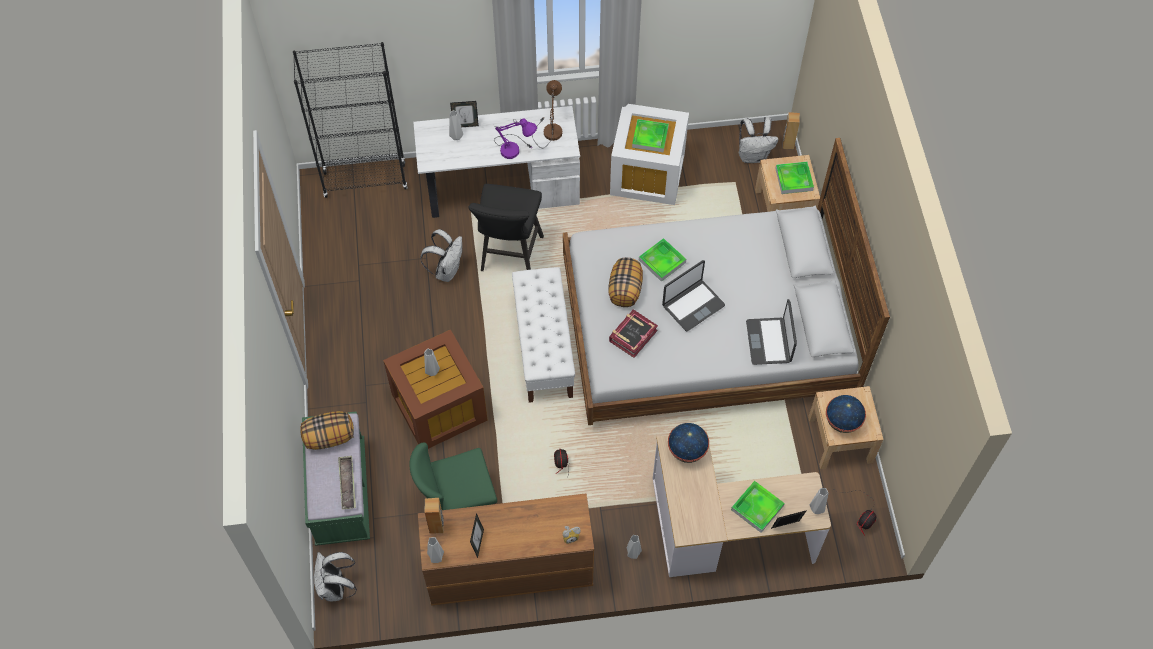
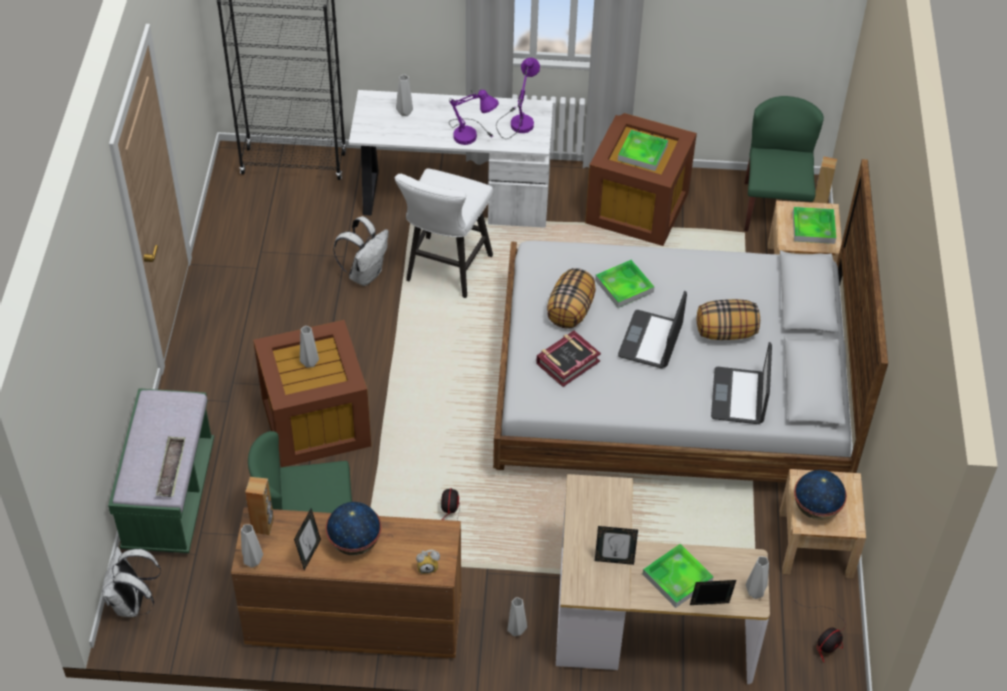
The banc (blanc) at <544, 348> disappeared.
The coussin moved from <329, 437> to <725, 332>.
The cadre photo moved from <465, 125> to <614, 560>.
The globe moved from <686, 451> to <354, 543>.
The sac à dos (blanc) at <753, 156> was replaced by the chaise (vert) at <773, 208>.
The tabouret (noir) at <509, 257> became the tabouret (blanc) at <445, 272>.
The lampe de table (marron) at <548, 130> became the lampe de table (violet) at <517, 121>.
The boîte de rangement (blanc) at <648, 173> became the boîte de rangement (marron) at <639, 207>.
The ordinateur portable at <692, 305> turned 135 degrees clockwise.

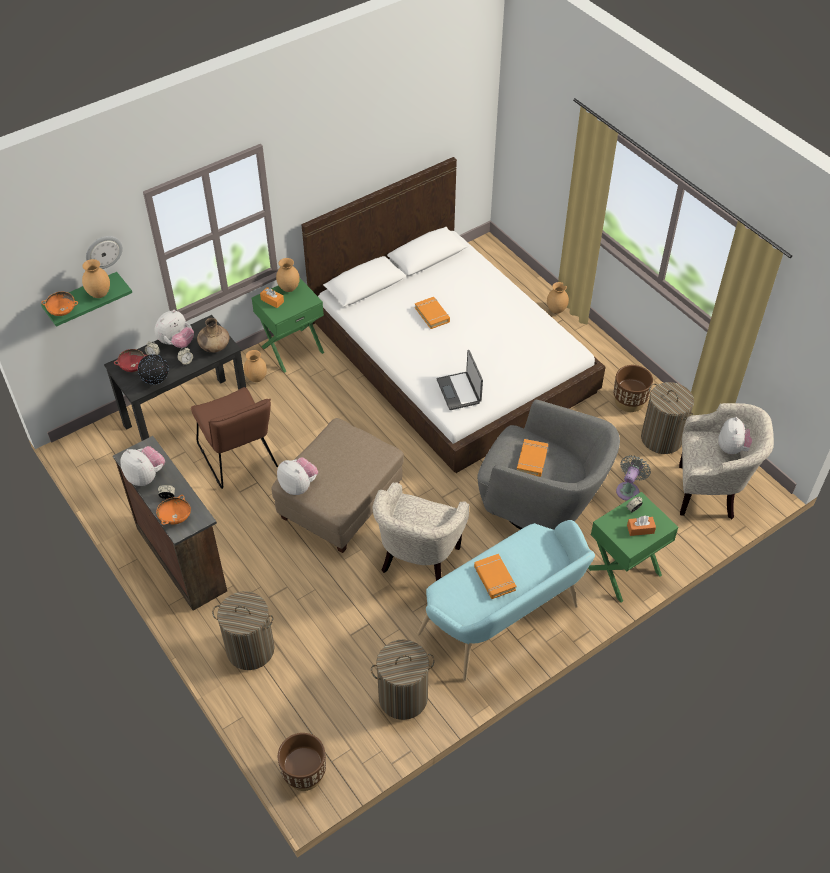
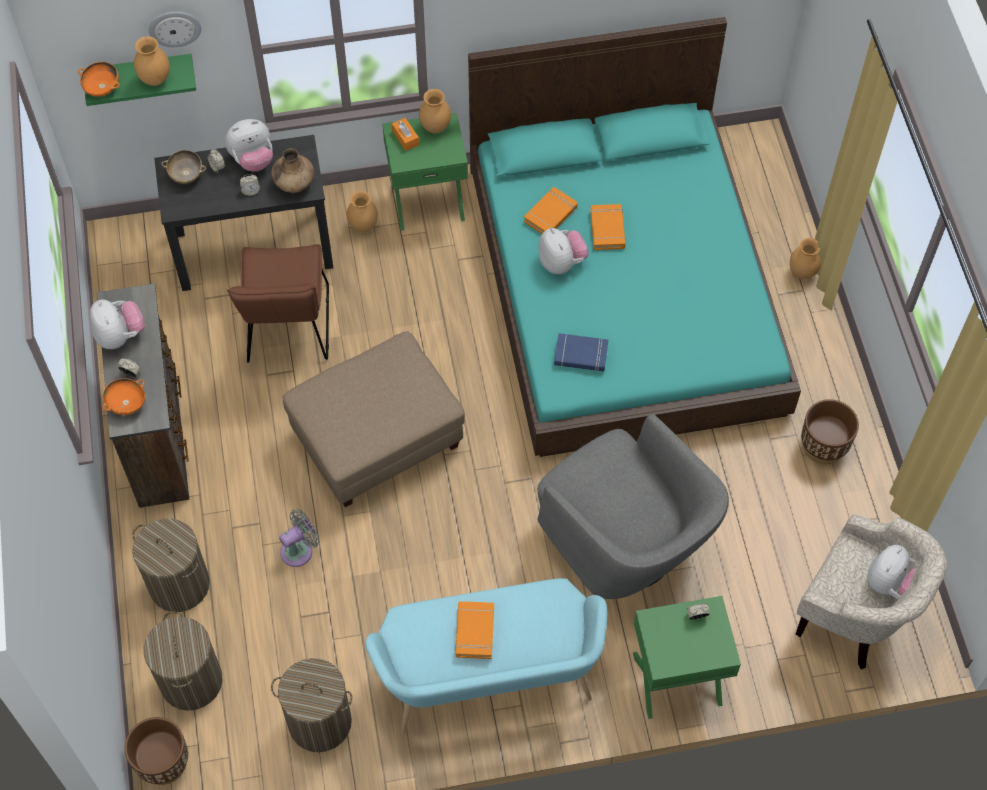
The globe at <156, 382> disappeared.
The fauteuil (beige) at <418, 562> disappeared.
The boîte à mouchoirs (orange) at <640, 529> disappeared.
The peluche moved from <298, 486> to <561, 263>.
The livre (orange) moved from <532, 460> to <551, 215>.
The ventilateur (gris) moved from <628, 489> to <299, 550>.
The panier à linge moved from <661, 438> to <191, 680>.
The ordinateur portable at <459, 391> was replaced by the livre (bleu) at <581, 355>.
The bol (rouge) at <133, 367> became the bol (beige) at <186, 174>.
The lit (blanc) at <451, 355> became the lit (turquoise) at <624, 287>.

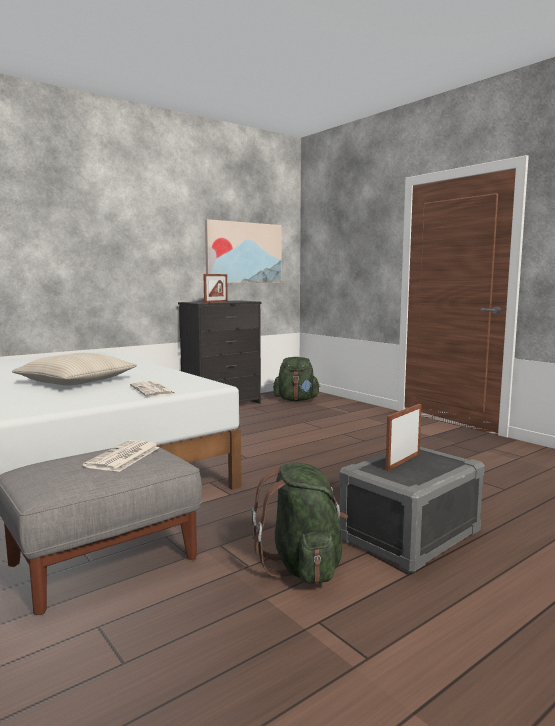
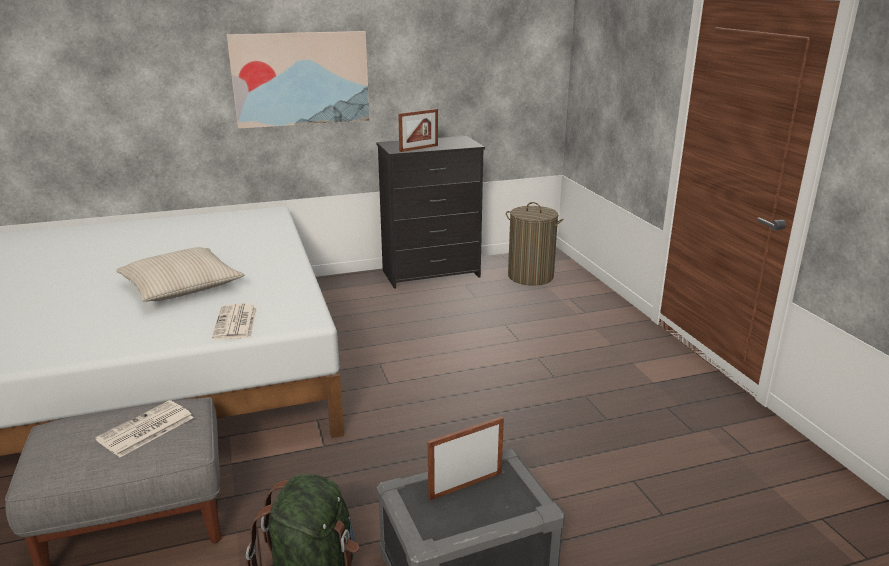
The tableau moved from <243, 252> to <301, 79>.
The sac à dos (vert) at <296, 400> was replaced by the panier à linge at <530, 276>.

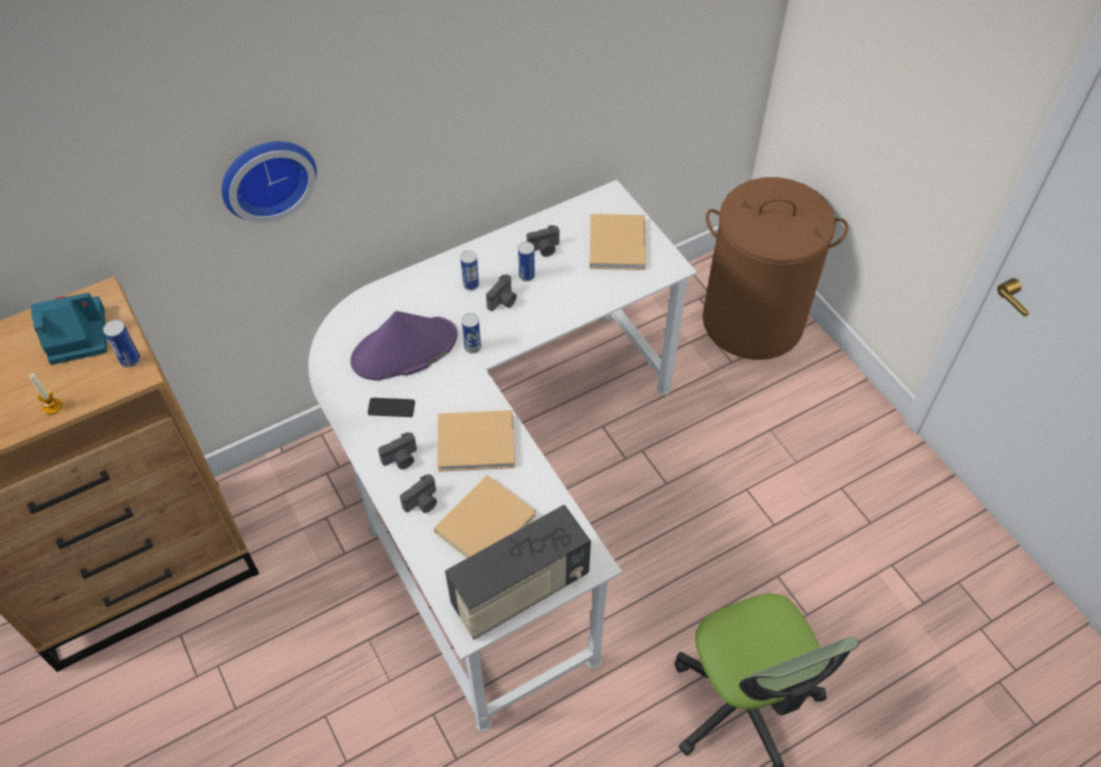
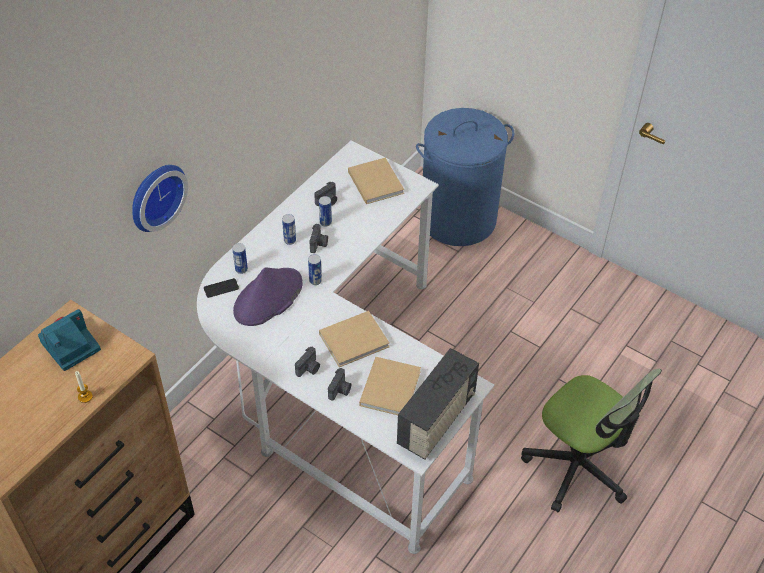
The boîte métallique moved from <130, 360> to <241, 269>.
The téléphone moved from <391, 408> to <221, 288>.
The panier à linge (marron) at <753, 320> became the panier à linge (bleu) at <458, 219>.

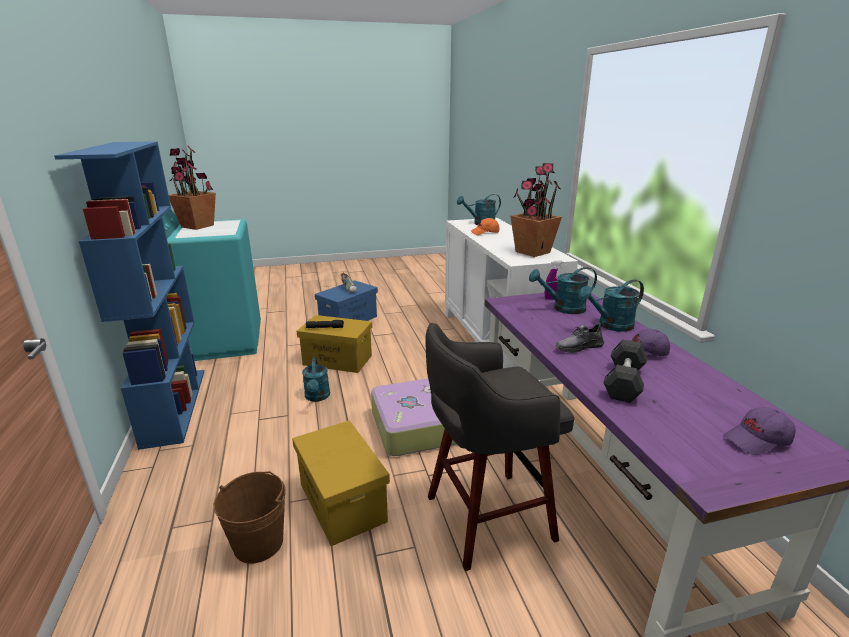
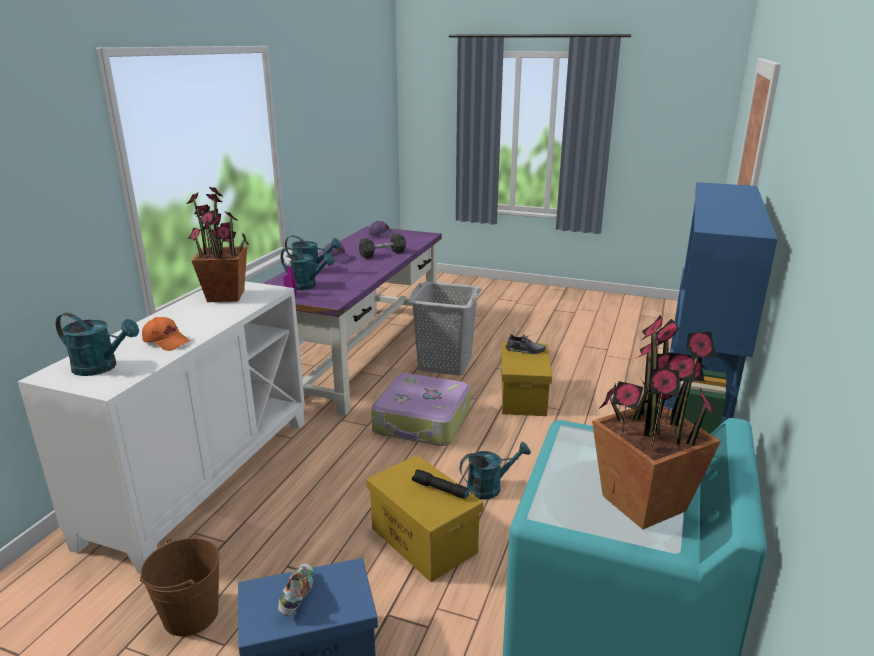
The seau (marron) moved from <258, 543> to <190, 615>.
The chaussure (gris) moved from <578, 347> to <525, 350>.
The tabouret (gris) at <485, 518> was replaced by the panier à linge (gris) at <445, 364>.
The arrosoir (turquoise) at <317, 397> turned 45 degrees clockwise.

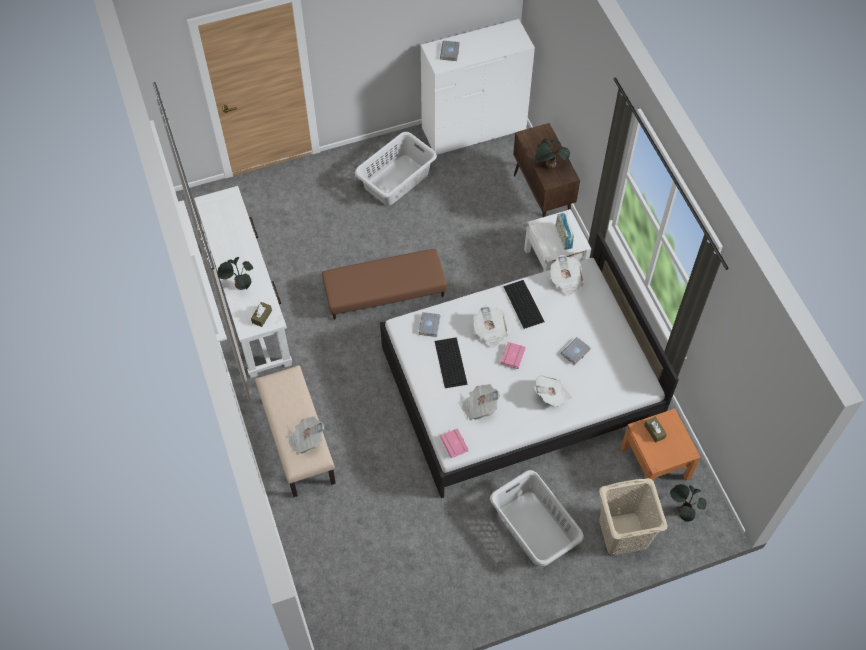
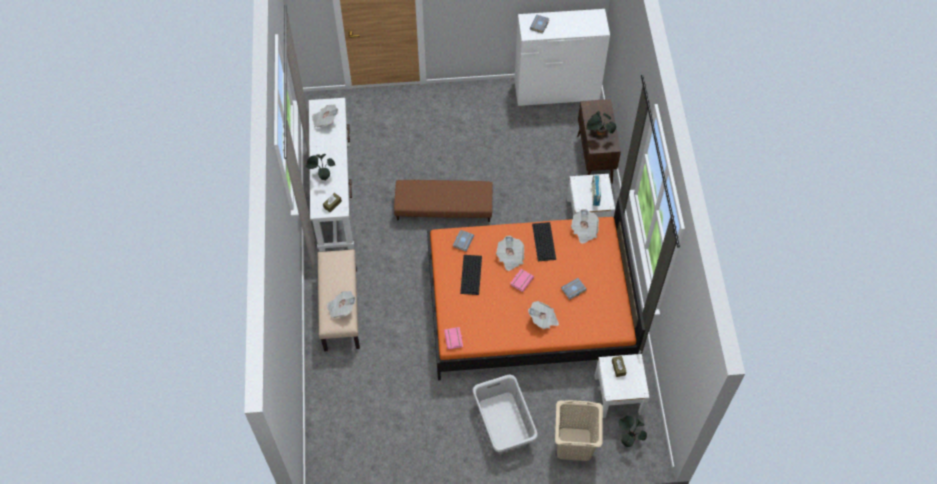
The panier à linge (gris) at <397, 180> disappeared.
The journal moved from <479, 407> to <325, 120>.
The lit (blanc) at <519, 384> became the lit (orange) at <528, 305>.
The table de chevet (orange) at <655, 463> became the table de chevet (blanc) at <618, 395>.

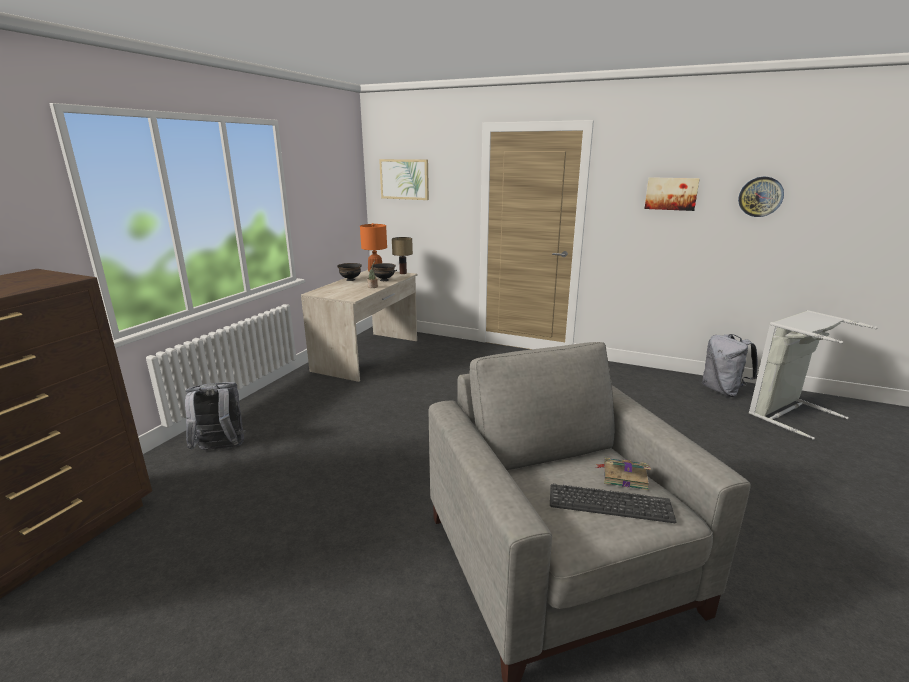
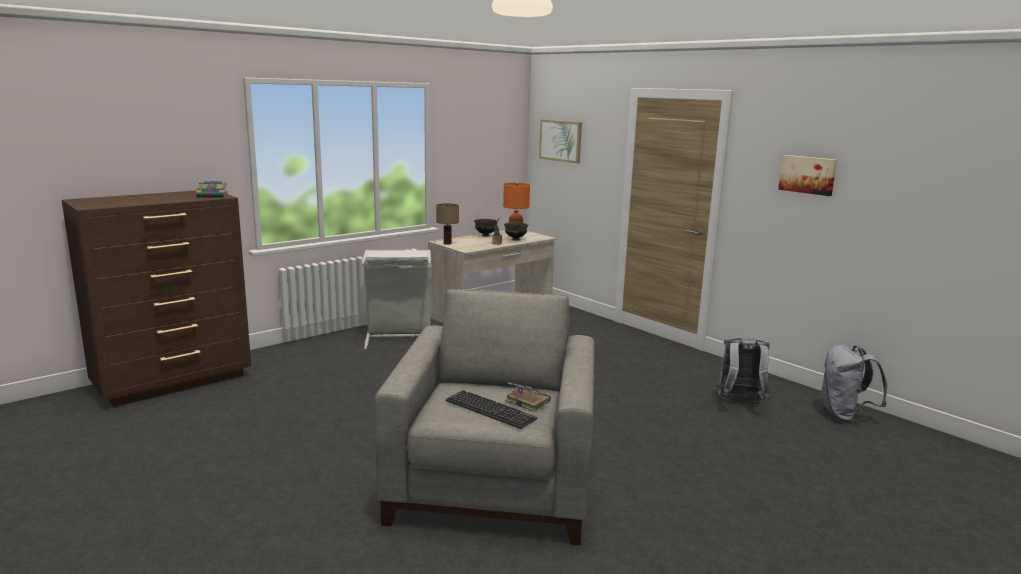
The horloge murale at <760, 196> disappeared.
The livre at <213, 196> appeared.
The sac à dos (gris) moved from <220, 449> to <739, 404>.
The lampe de table moved from <403, 273> to <448, 243>.
The panier à linge (gris) moved from <787, 413> to <399, 337>.

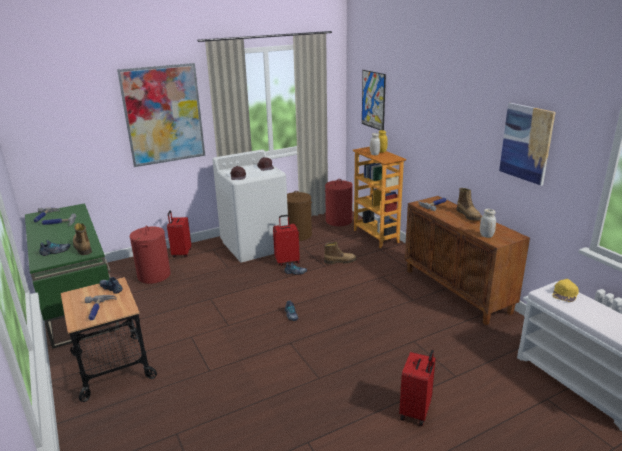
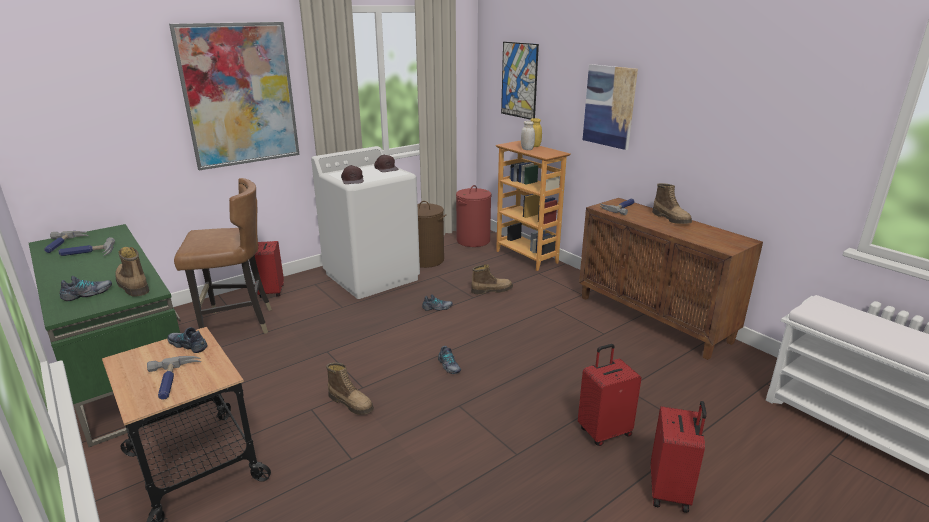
The bocal (blanc) at <486, 235> disappeared.
The casquette (jaune) at <565, 293> disappeared.
The botte at <351, 403> appeared.
The valise (rouge) moved from <287, 261> to <604, 431>.
The tableau moved from <526, 143> to <609, 106>.
The panier à linge (rouge) at <154, 275> was replaced by the chaise (marron) at <236, 324>.

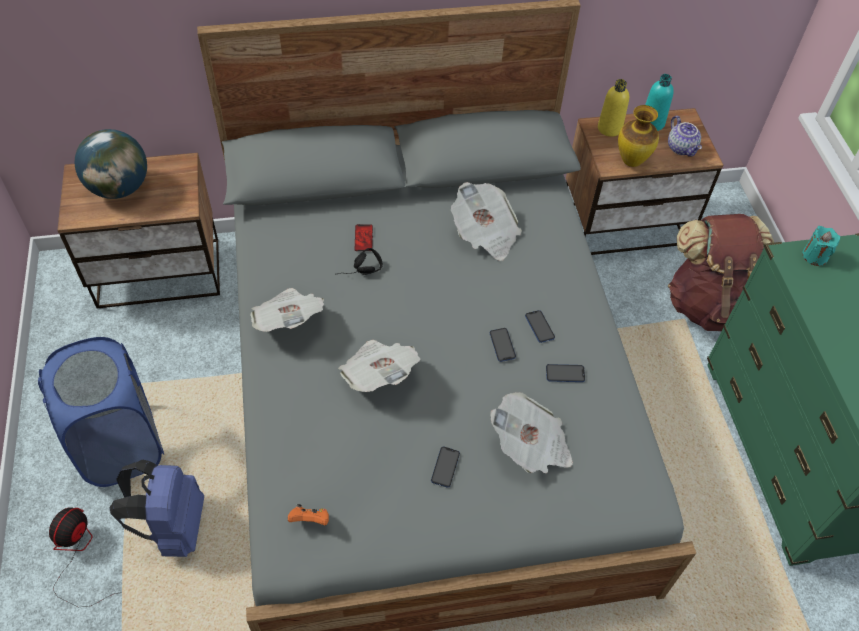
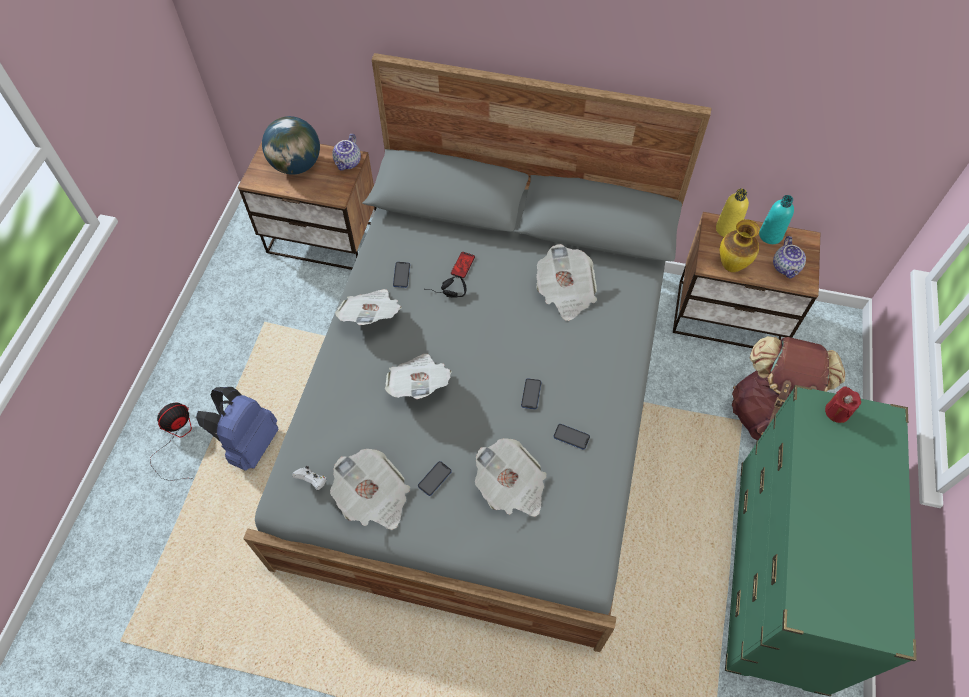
The panier à linge (bleu) at <121, 446> disappeared.
The journal at <373, 498> appeared.
The théière at <348, 163> appeared.
The téléphone moved from <539, 327> to <401, 275>.
The manette (orange) at <310, 520> became the manette (blanc) at <312, 481>.
The bougie (turquoise) at <815, 256> became the bougie (rouge) at <837, 412>.

